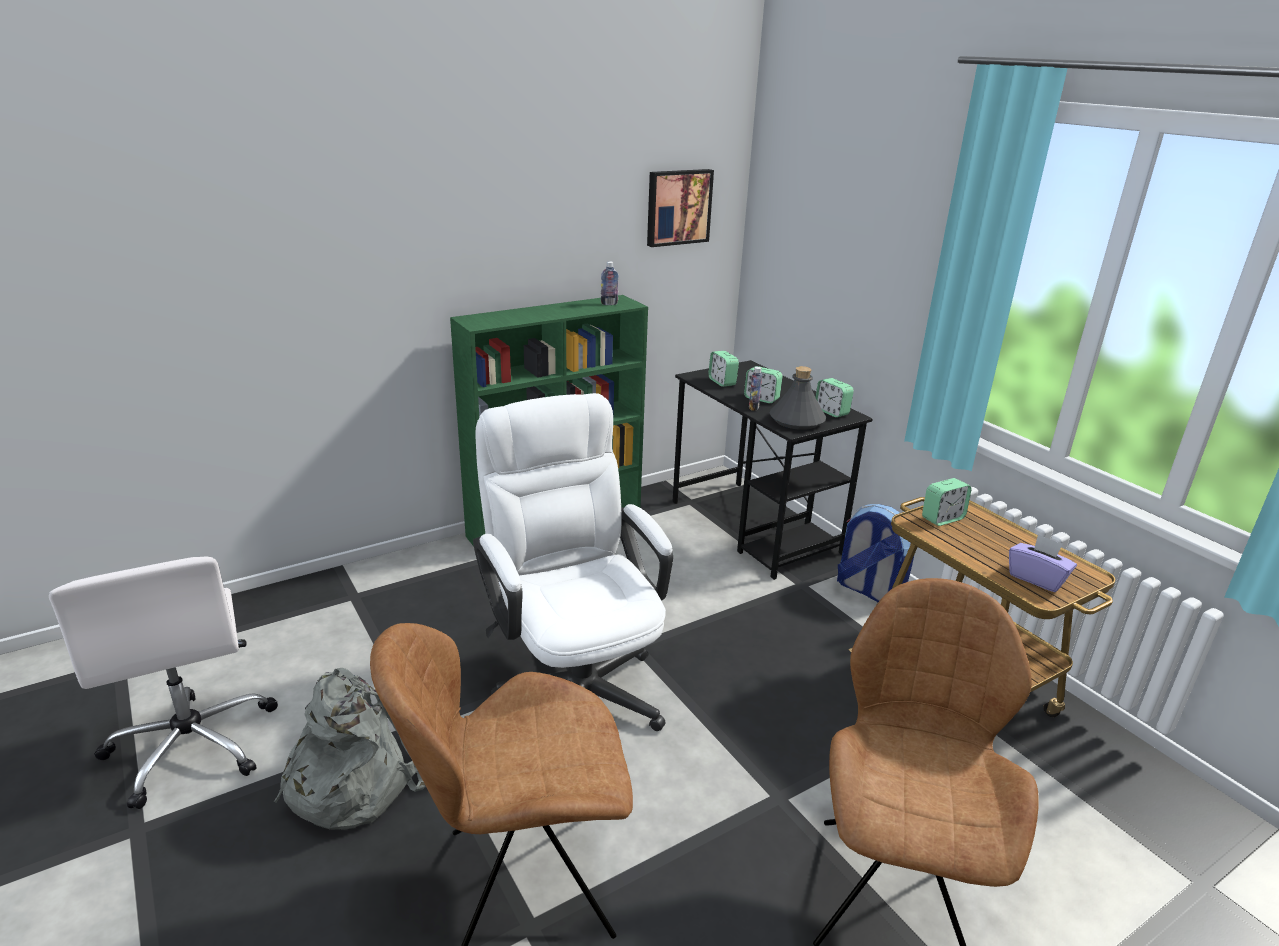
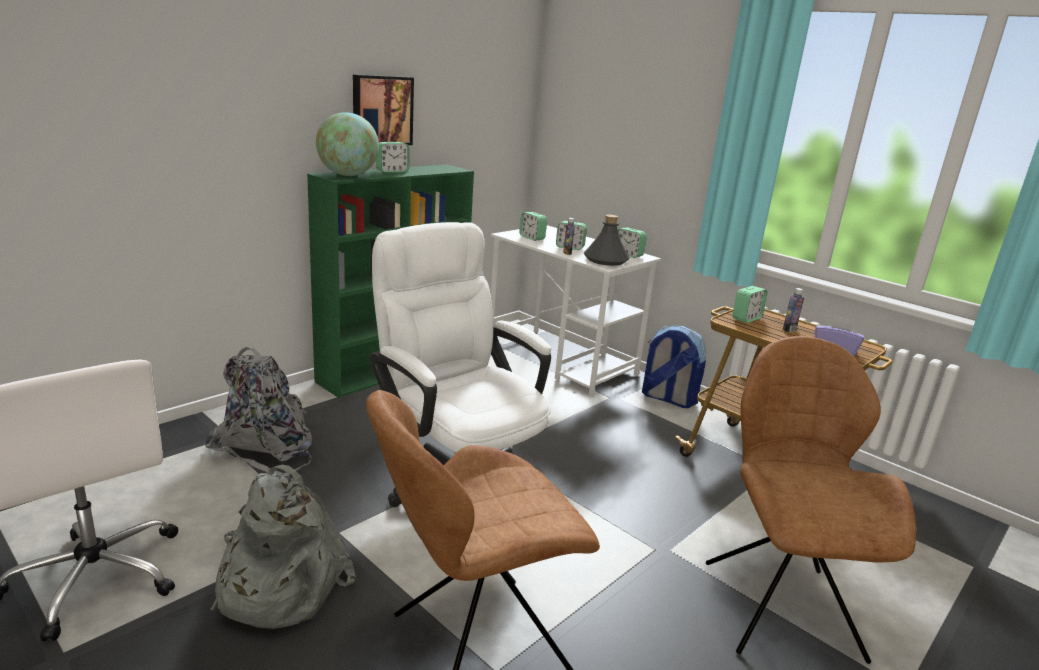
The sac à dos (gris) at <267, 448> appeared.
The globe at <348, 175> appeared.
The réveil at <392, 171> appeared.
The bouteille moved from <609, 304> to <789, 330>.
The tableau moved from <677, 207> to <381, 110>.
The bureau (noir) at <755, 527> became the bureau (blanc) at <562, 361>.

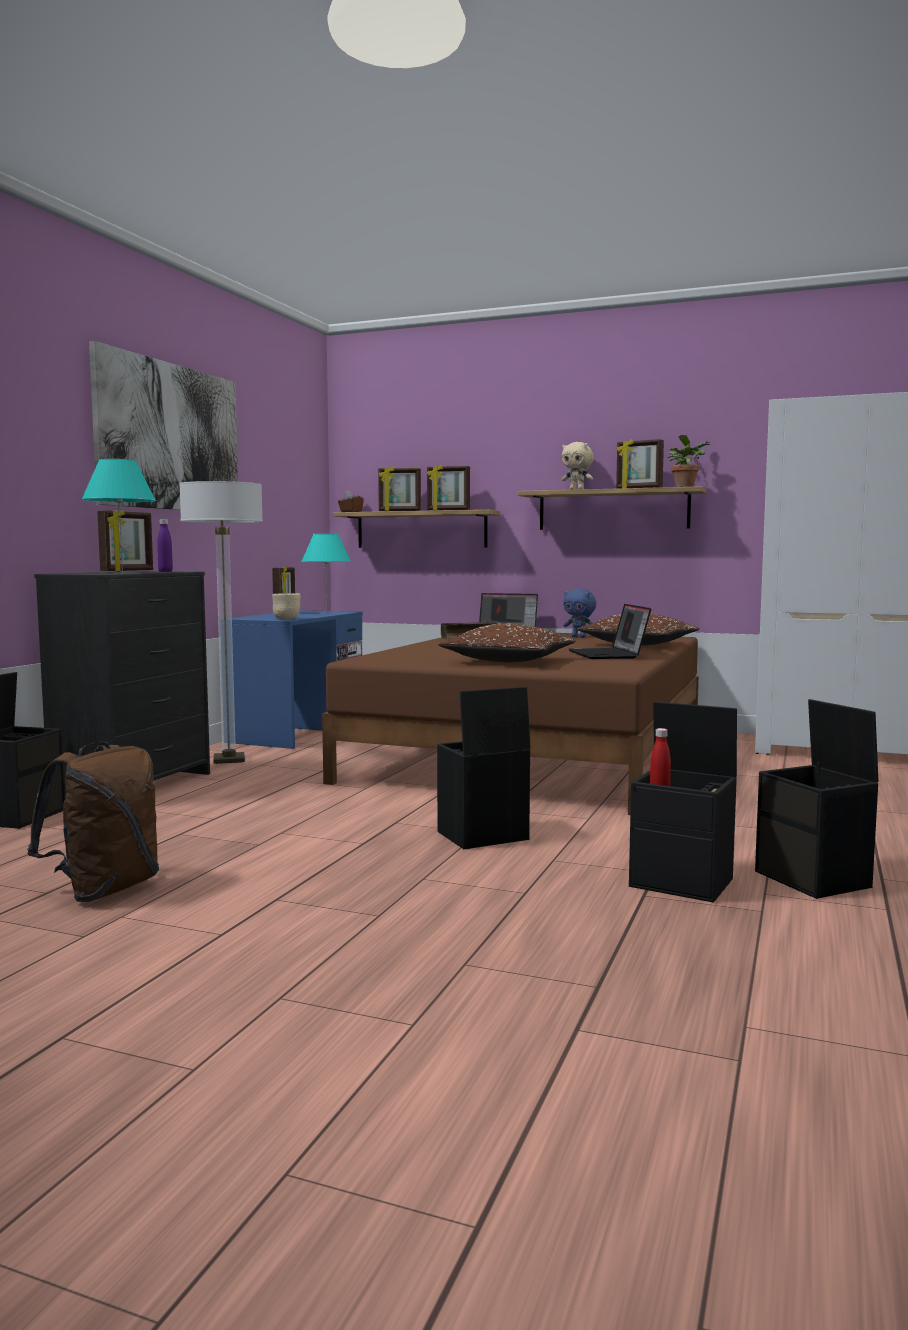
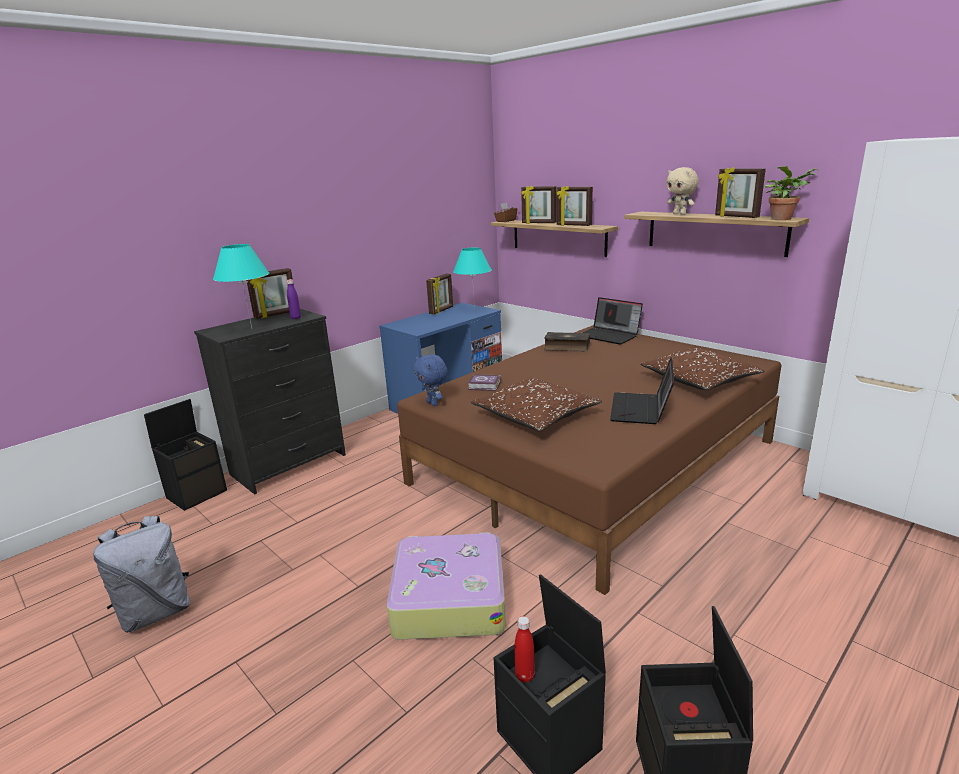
The tableau at <169, 437> disappeared.
The lampadaire at <229, 760> disappeared.
The bol (beige) at <287, 619> disappeared.
The livre at <485, 386> appeared.
The peluche (bleu) moved from <579, 637> to <433, 403>.
The boîte de rangement (noir) at <481, 836> was replaced by the valise at <448, 598>.
The sac à dos (marron) at <104, 890> became the sac à dos (gris) at <156, 612>.

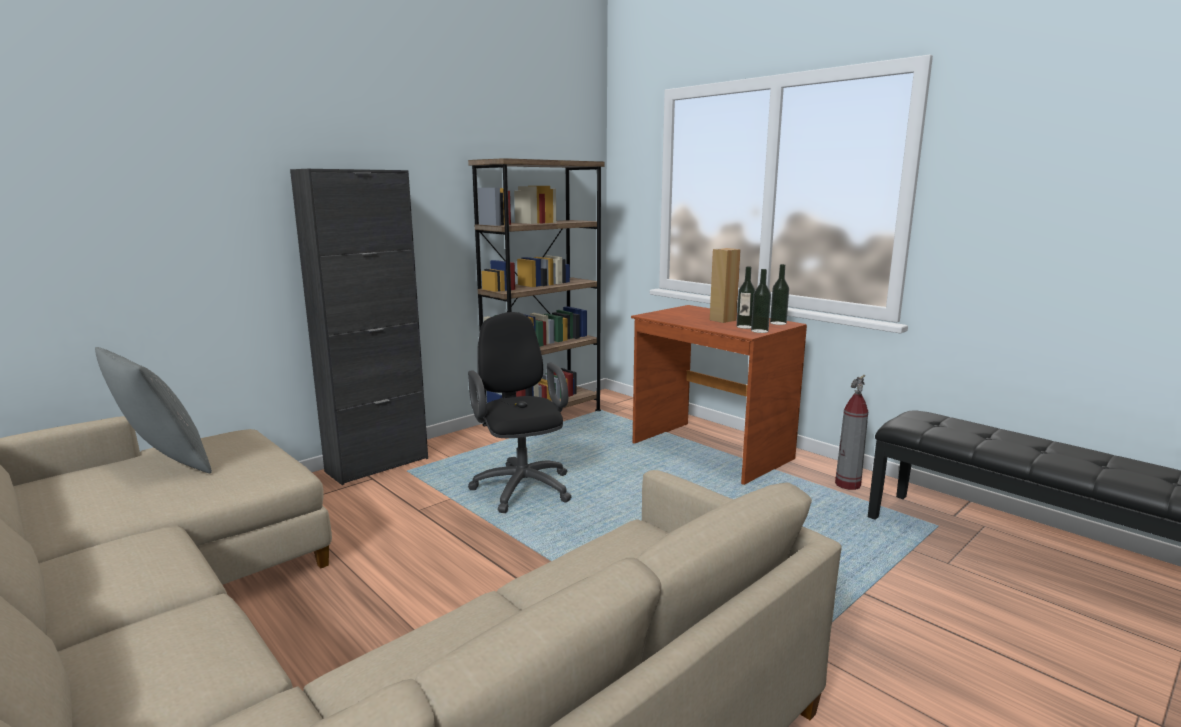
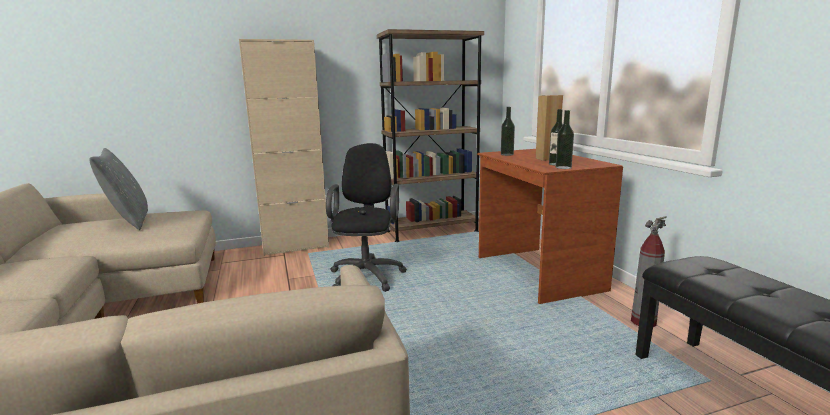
The bouteille moved from <778, 323> to <507, 154>.
The meuble de rangement (noir) at <377, 465> became the meuble de rangement (beige) at <296, 247>.

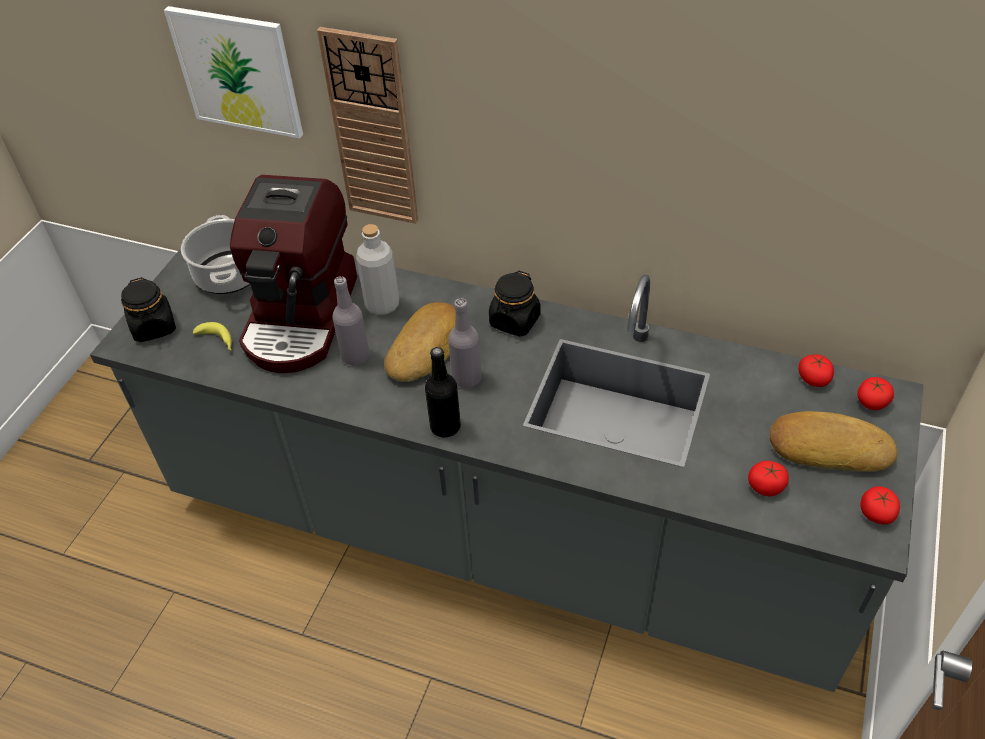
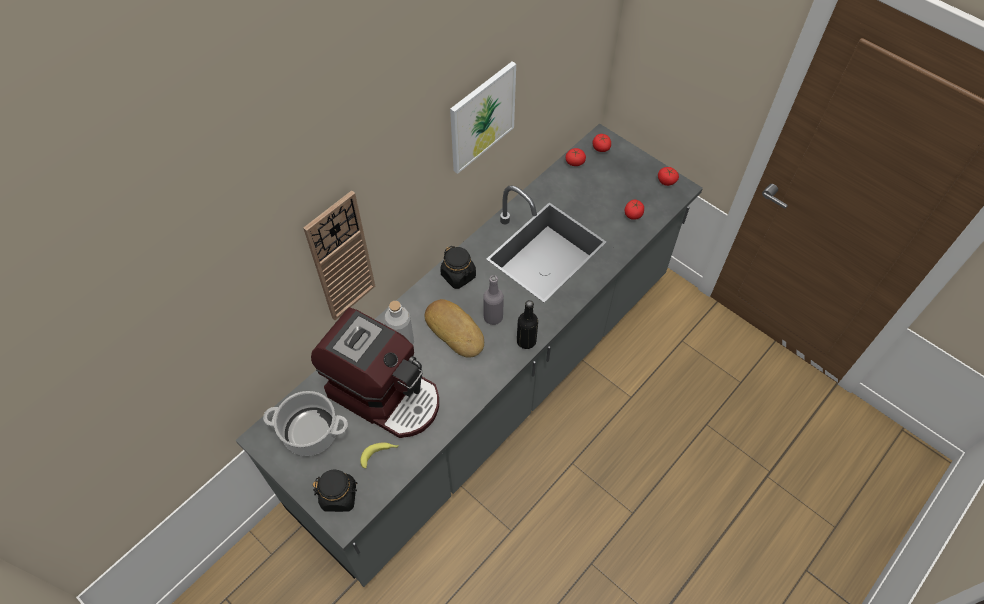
The bouteille (gris) at <355, 356> disappeared.
The pain at <828, 447> disappeared.
The tableau moved from <237, 72> to <482, 117>.

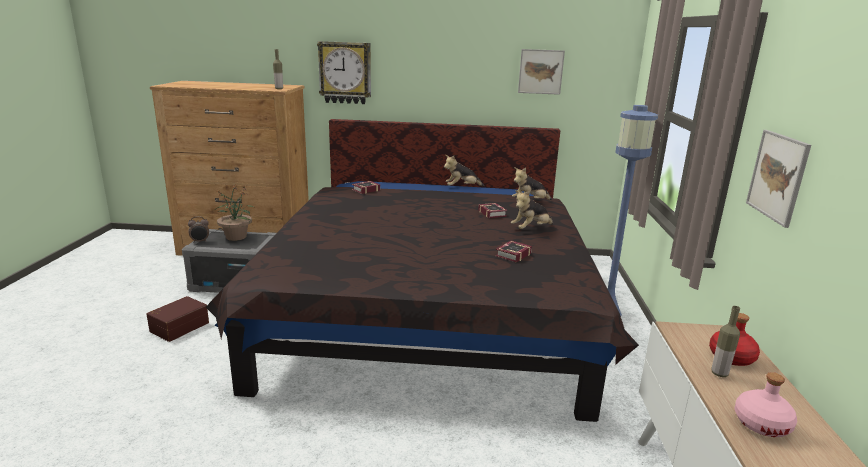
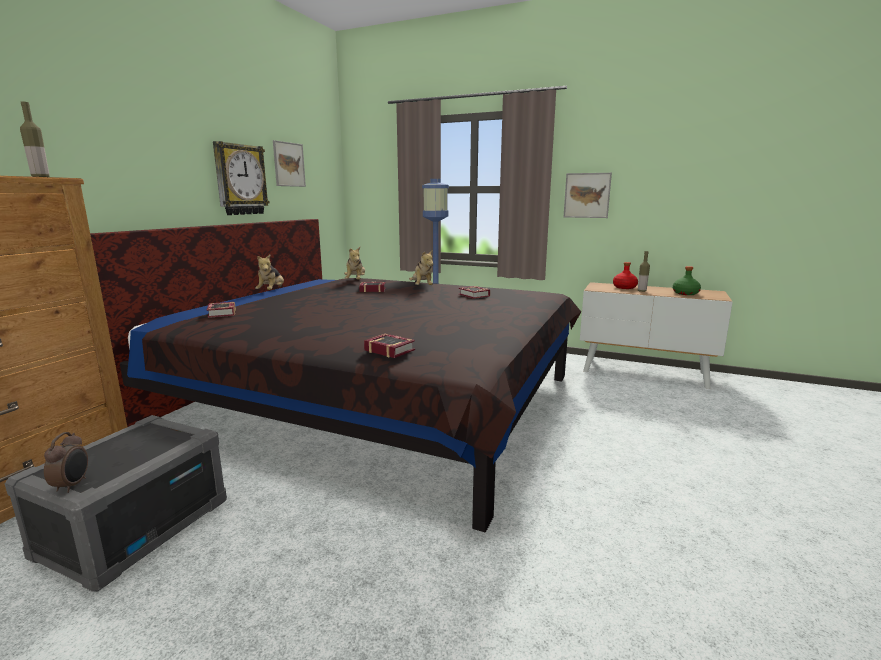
The boîte de rangement (marron) at <179, 326> disappeared.
The plante en pot at <236, 236> disappeared.
The livre at <389, 349> appeared.
The horloge murale moved from <345, 73> to <240, 180>.
The bouteille (rose) at <761, 424> became the bouteille (vert) at <685, 293>.

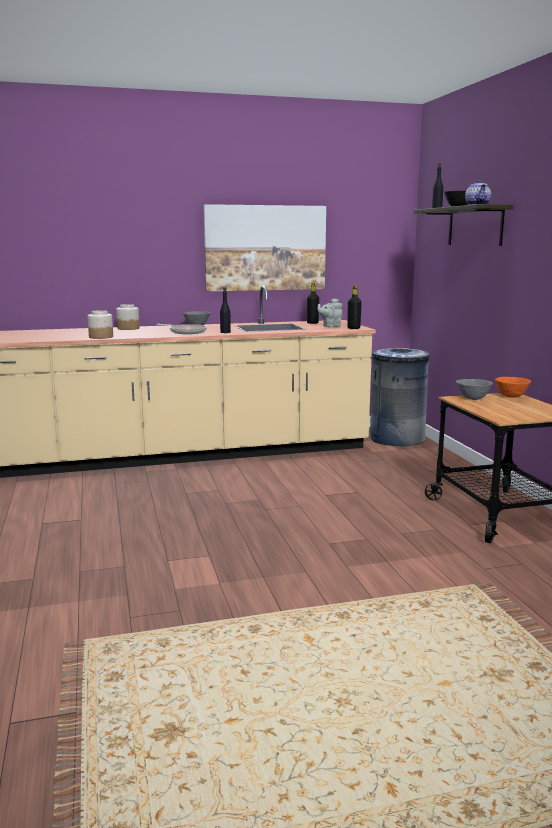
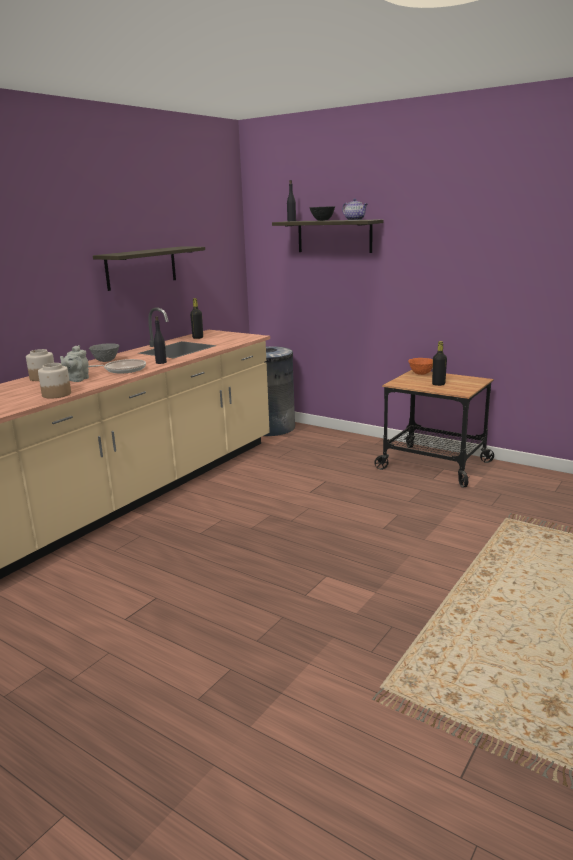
The bol (gris) at <472, 399> disappeared.
The théière (gris) moved from <330, 326> to <77, 379>.
The bouteille (noir) moved from <353, 328> to <438, 384>.
The tableau at <265, 248> was replaced by the étagère at <141, 268>.

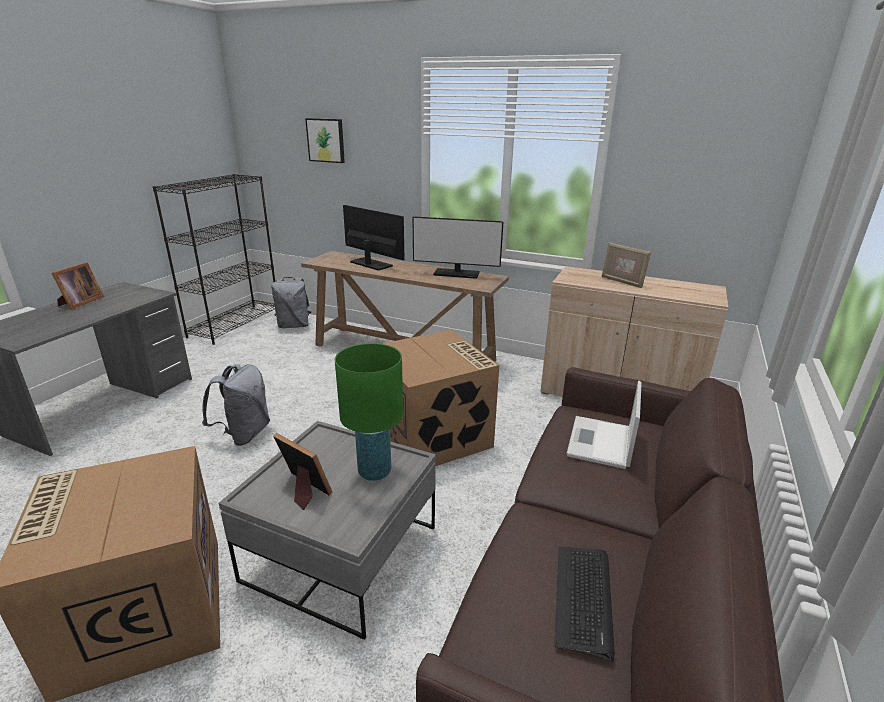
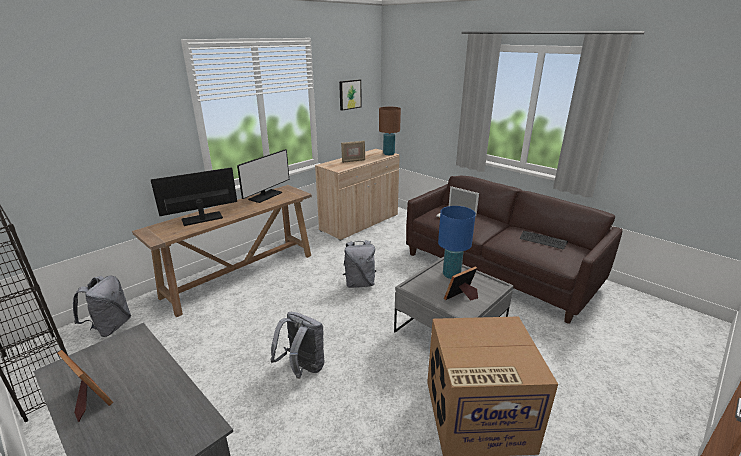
The lampe de table (marron) at <388, 154> appeared.
The tableau moved from <326, 140> to <349, 94>.
The carton at <433, 436> was replaced by the sac à dos (gris) at <360, 283>.
The lampe de table (vert) at <374, 471> became the lampe de table (bleu) at <451, 275>.

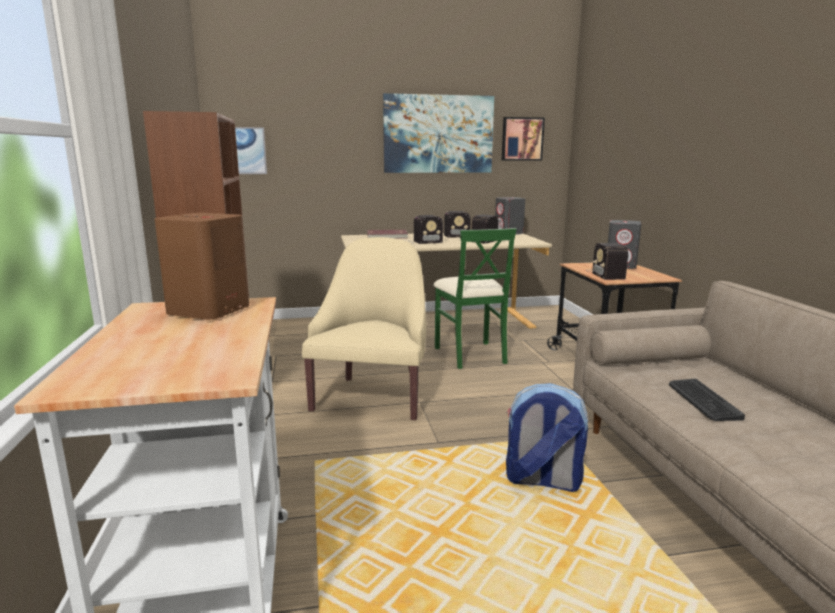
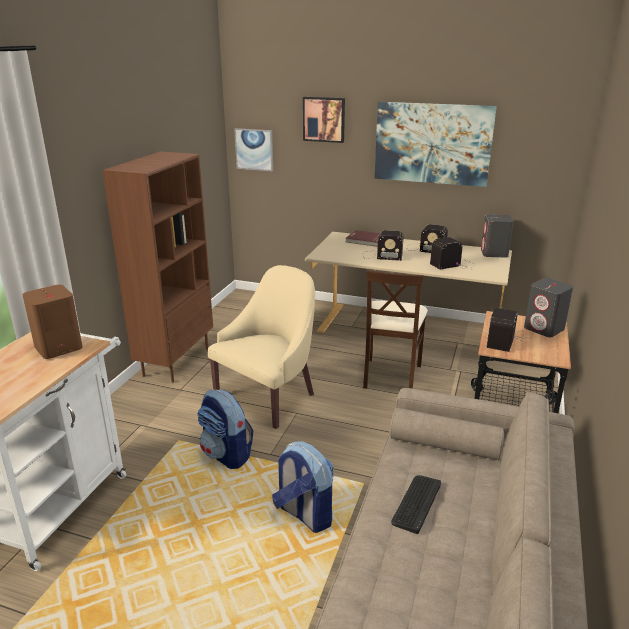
The sac à dos at <227, 454> appeared.
The tableau moved from <522, 139> to <324, 119>.
The chaise (vert) at <470, 354> became the chaise (beige) at <391, 375>.

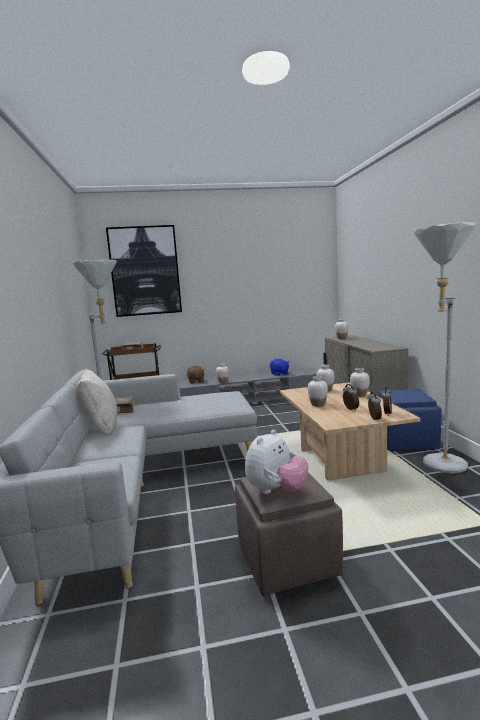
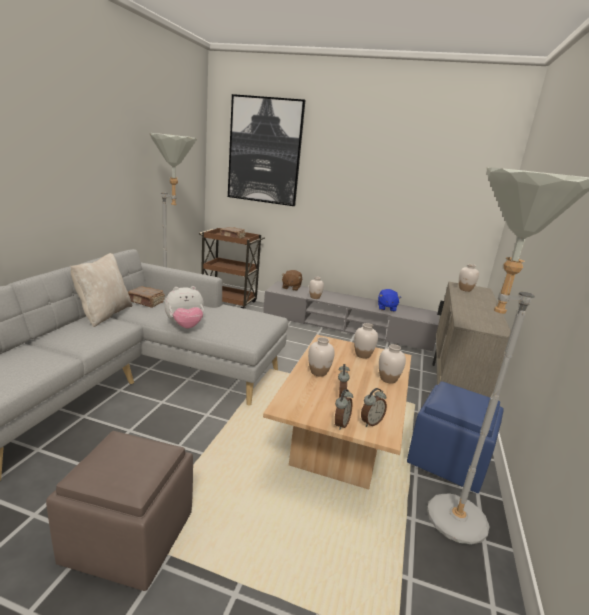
The peluche moved from <276, 491> to <185, 326>.

